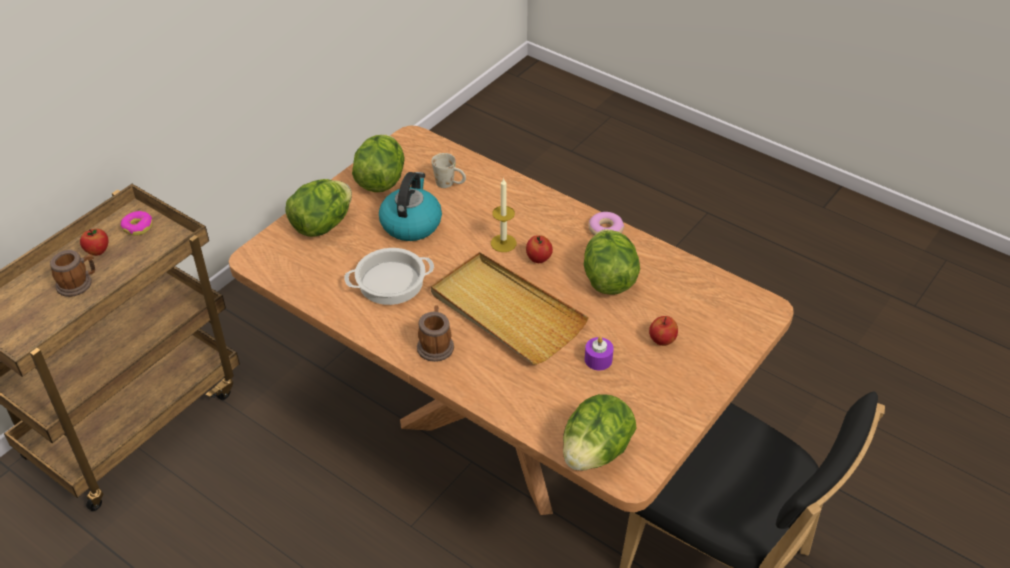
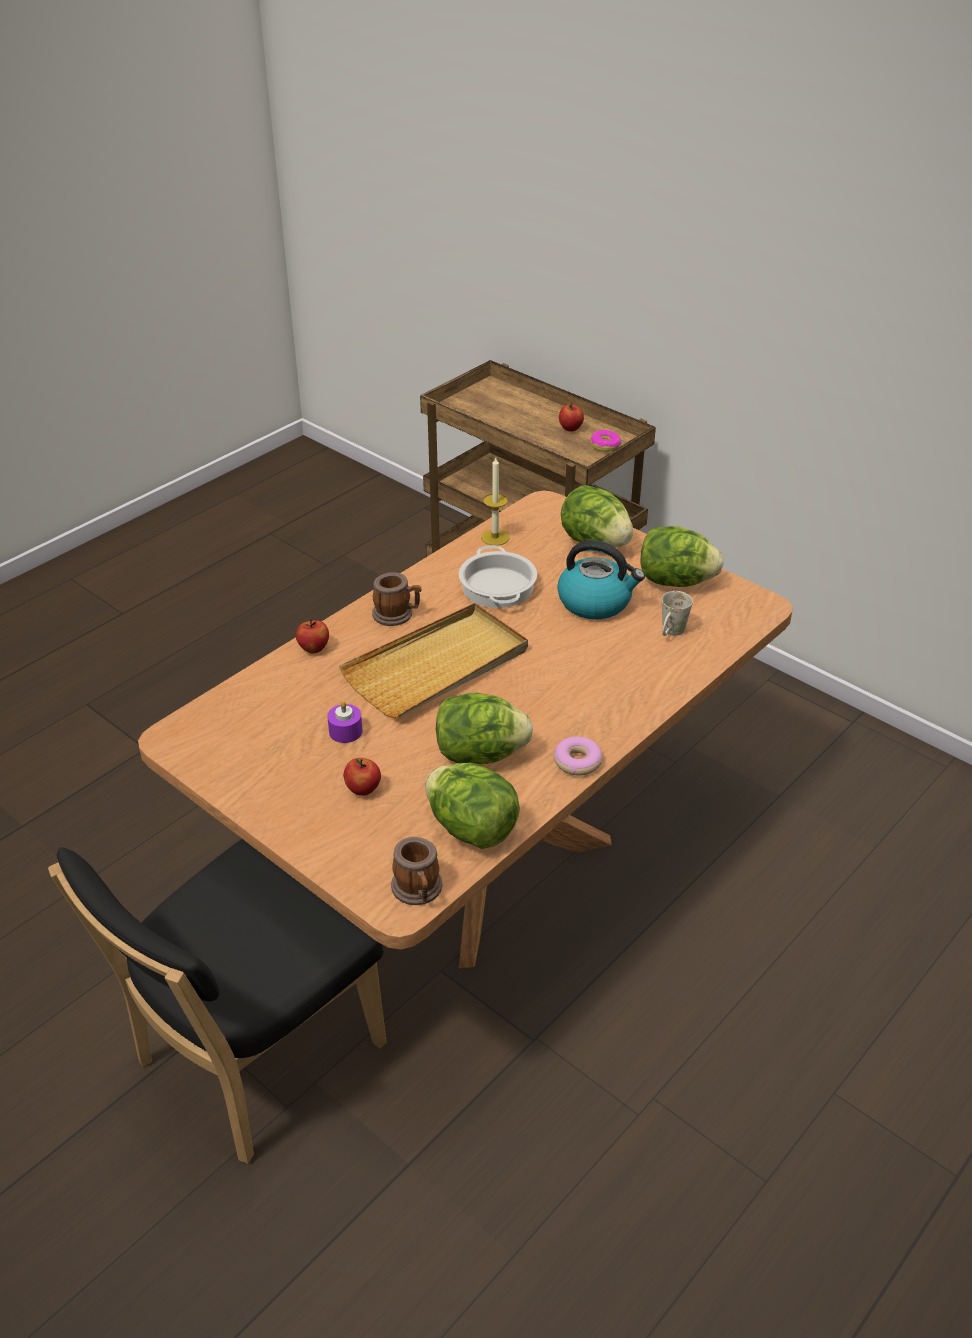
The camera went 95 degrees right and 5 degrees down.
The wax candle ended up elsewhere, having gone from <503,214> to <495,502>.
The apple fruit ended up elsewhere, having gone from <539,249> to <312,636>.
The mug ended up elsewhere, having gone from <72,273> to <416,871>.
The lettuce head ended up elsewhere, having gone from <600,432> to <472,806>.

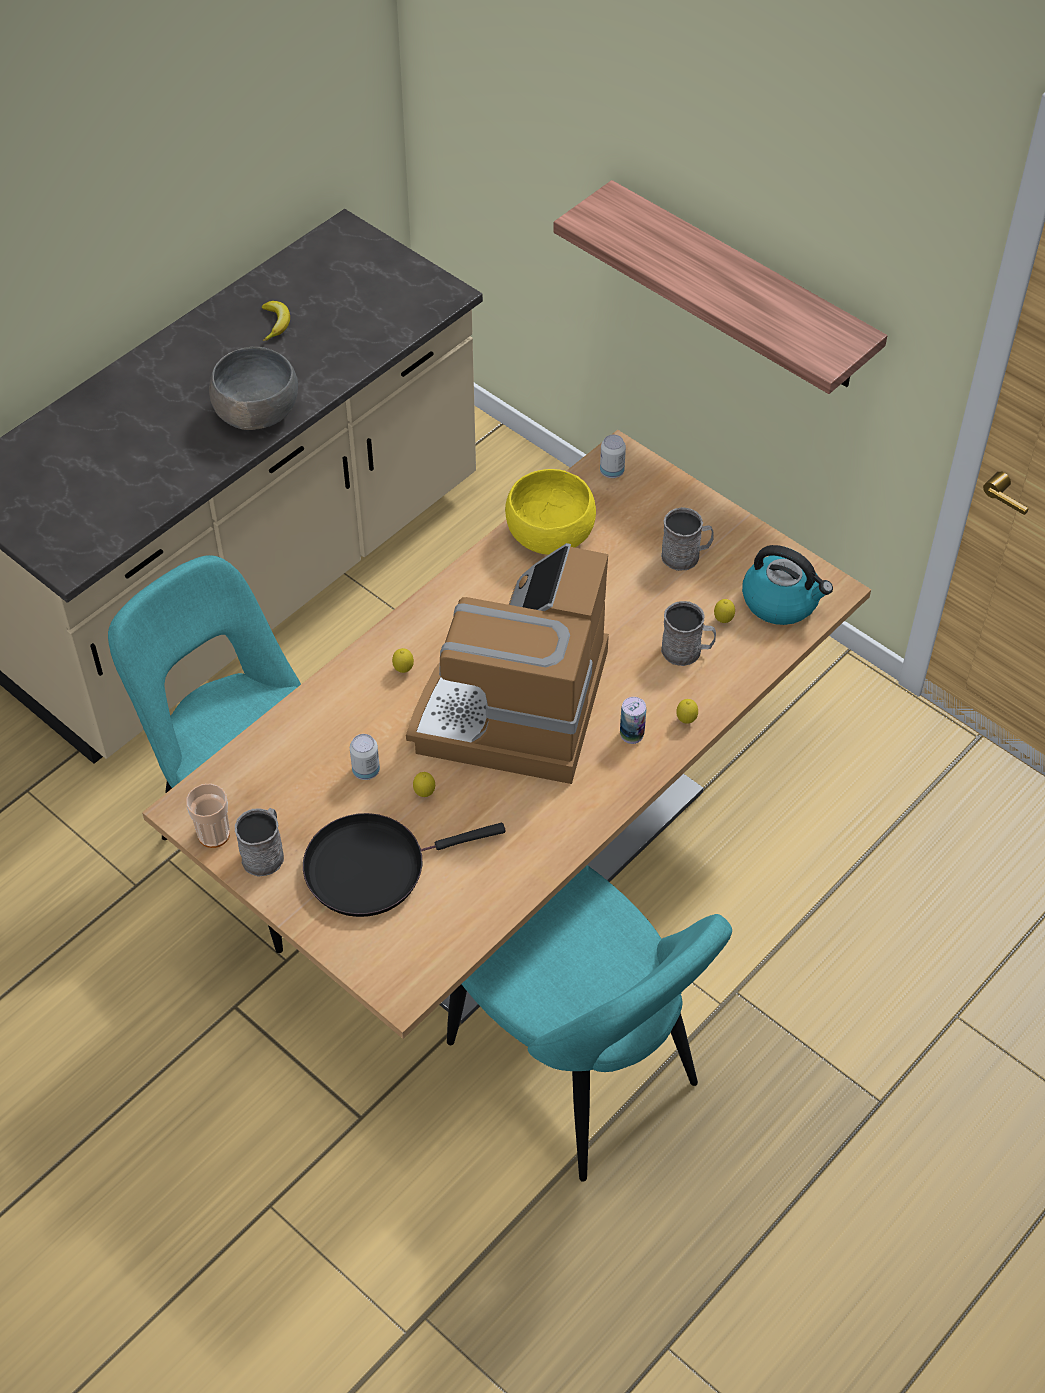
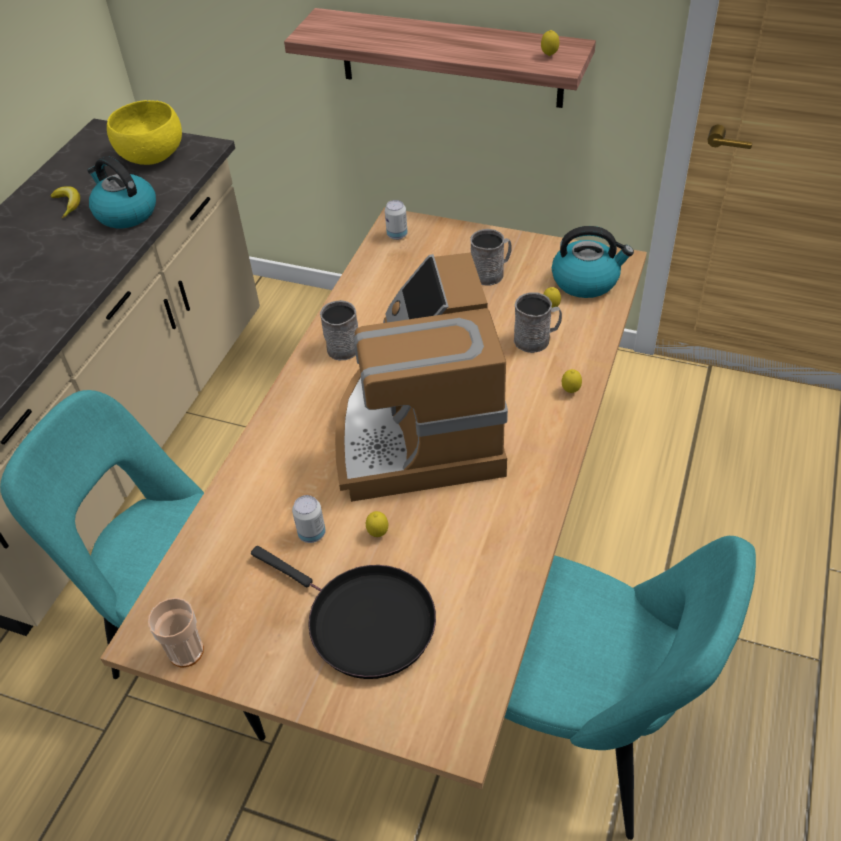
The camera went 20 degrees left and 5 degrees down.
The second view lost the grey serving bowl at <253,388>.
The yellow-coloured serving bowl ended up elsewhere, having gone from <550,512> to <144,132>.
The lemon ended up elsewhere, having gone from <403,660> to <550,43>.
The second view lost the metal can at <633,720>.
The grey mug ended up elsewhere, having gone from <259,842> to <339,330>.
The blackish skillet at <404,865> ended up facing another way, 105 degrees counterclockwise from before.
The second view gained the tea kettle at <121,192>.

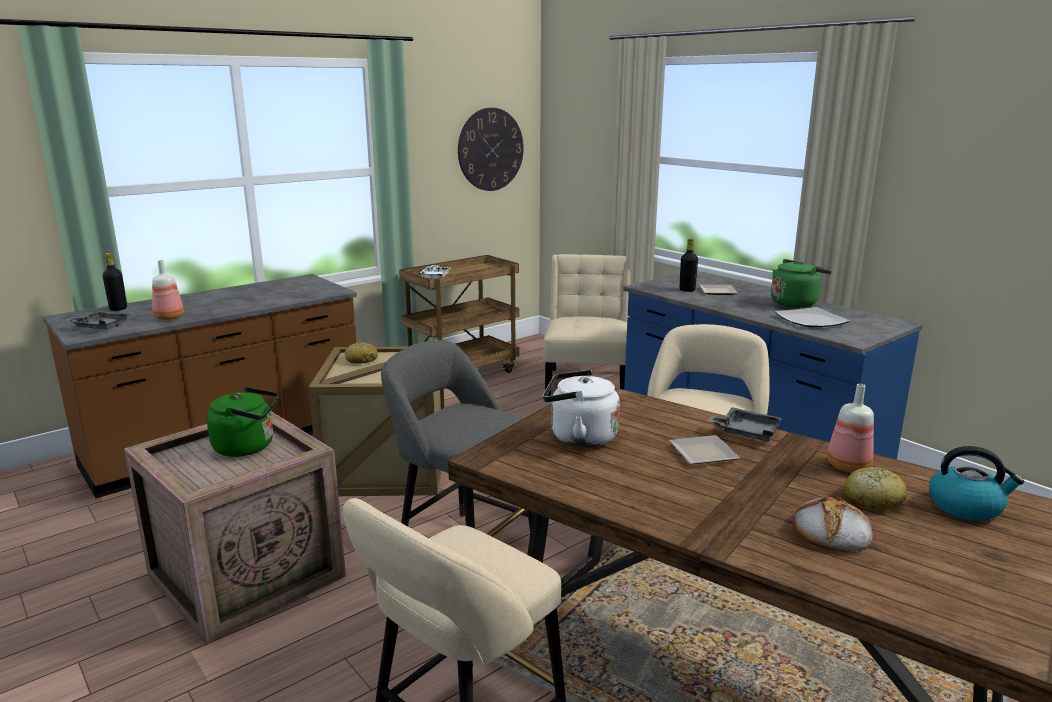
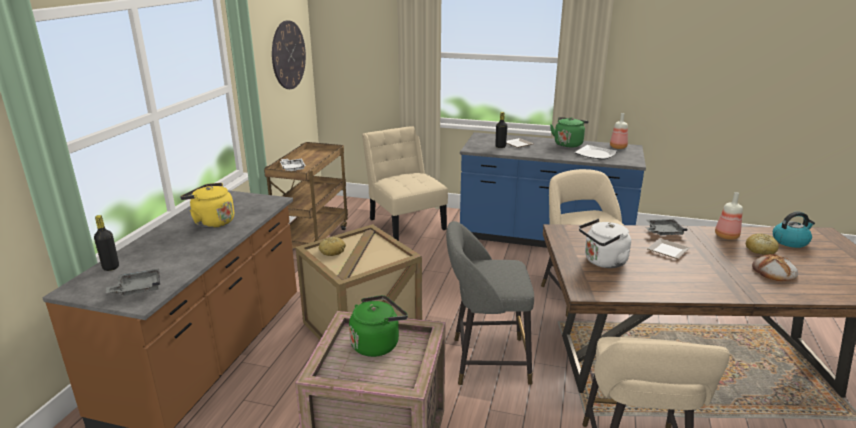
The camera went 35 degrees left and 5 degrees up.
The beverage bottle ended up elsewhere, having gone from <168,290> to <619,131>.
The second view gained the yellow-coloured tea kettle at <207,205>.

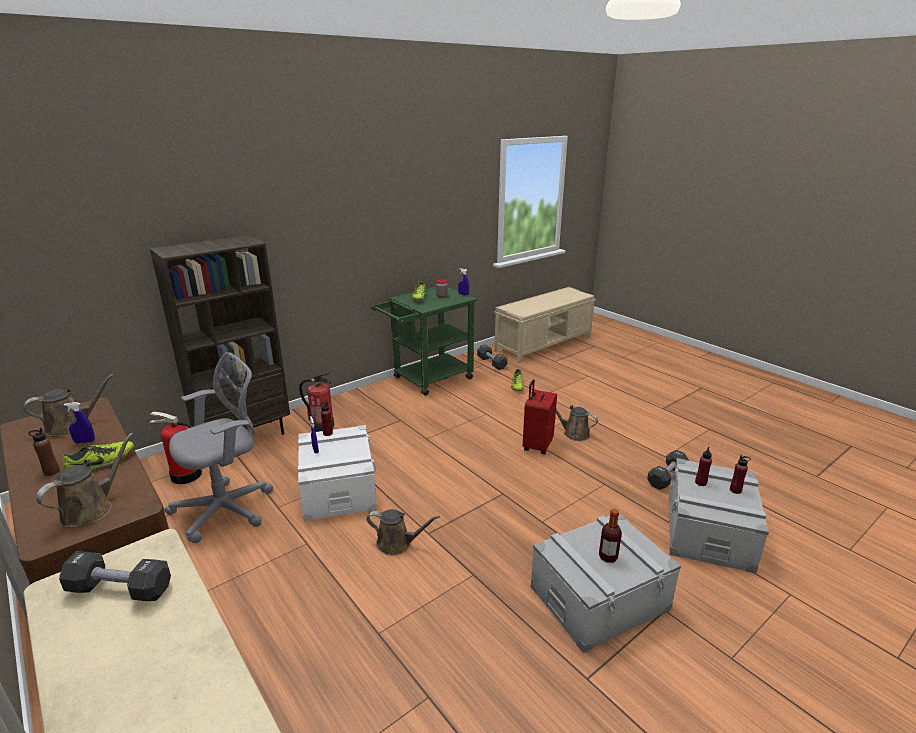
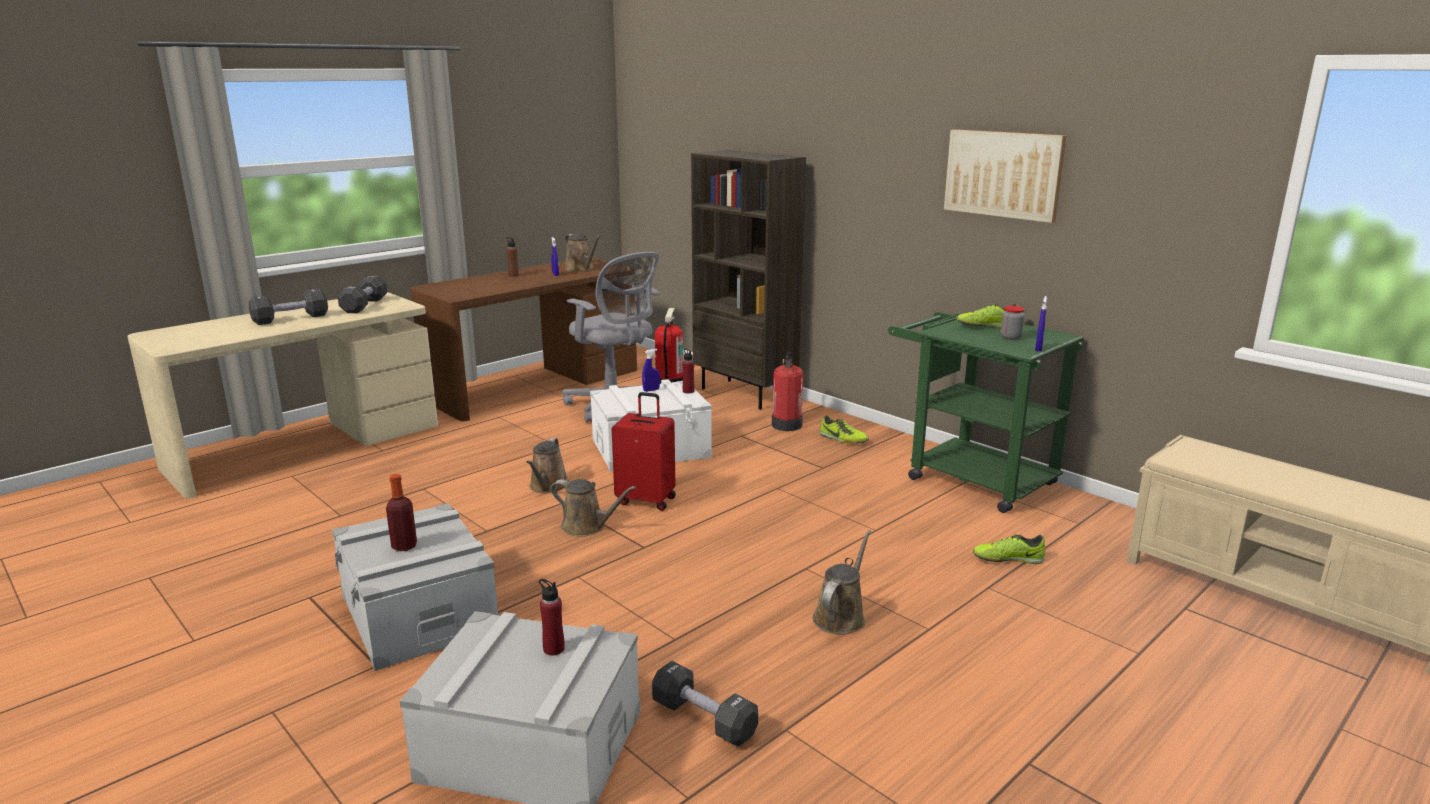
The camera went 85 degrees right and 5 degrees down.
The blackish free weight ended up elsewhere, having gone from <492,357> to <288,307>.
The red suitcase ended up elsewhere, having gone from <539,417> to <644,451>.
The brown-coloured sprinkling can ended up elsewhere, having gone from <84,480> to <593,508>.
The low shoe ended up elsewhere, having gone from <98,456> to <844,429>.
The second view lost the red beverage bottle at <740,474>.
The second view gained the wall art at <1005,176>.

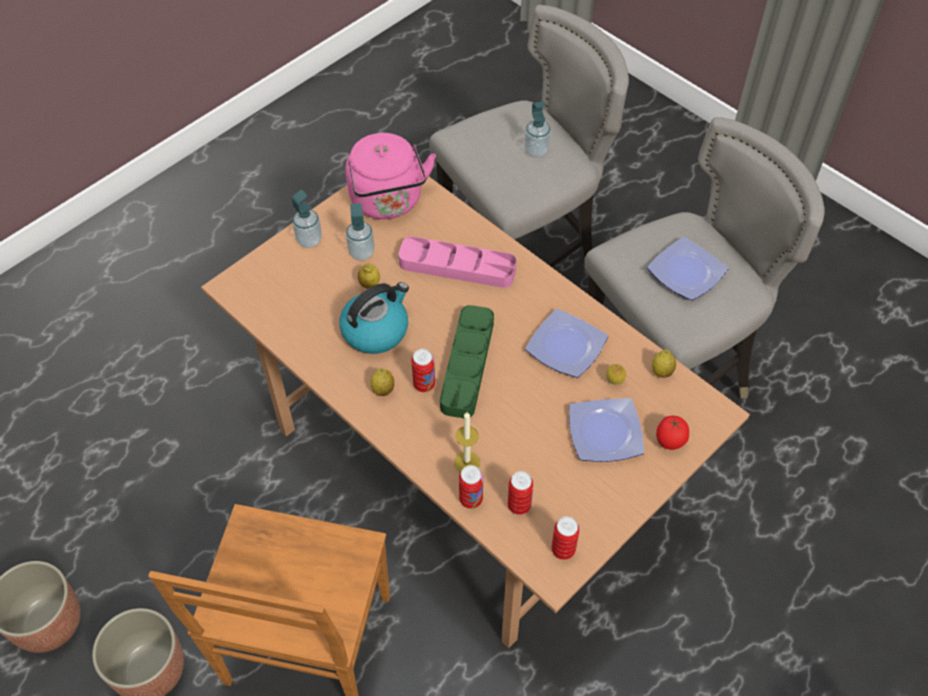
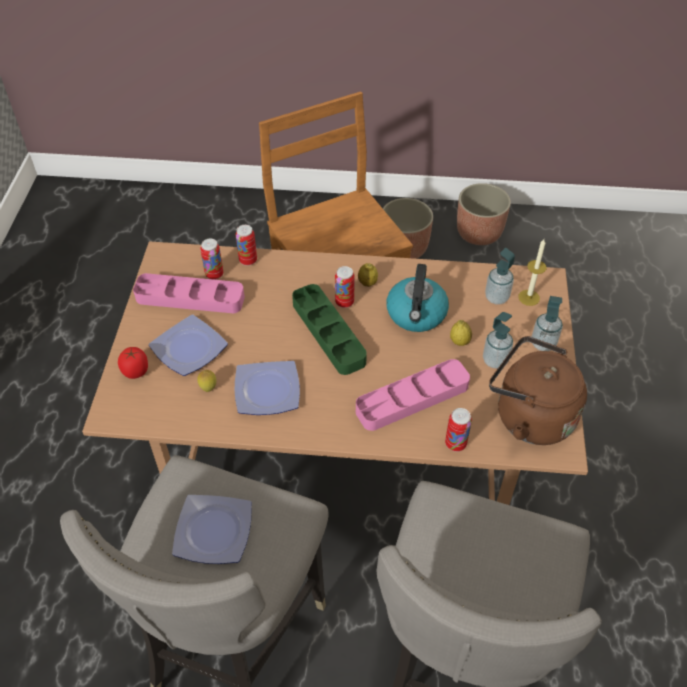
The camera went 140 degrees right and 5 degrees down.
The soap bottle ended up elsewhere, having gone from <537,129> to <500,276>.
What was the pink-coloured tea kettle at <391,176> turned into the brown-coloured tea kettle at <538,390>.
The second view lost the lemon at <664,363>.
The wax candle ended up elsewhere, having gone from <467,442> to <532,272>.
The metal can ended up elsewhere, having gone from <565,538> to <458,430>.
The second view gained the pink-coloured carrying tray at <189,293>.

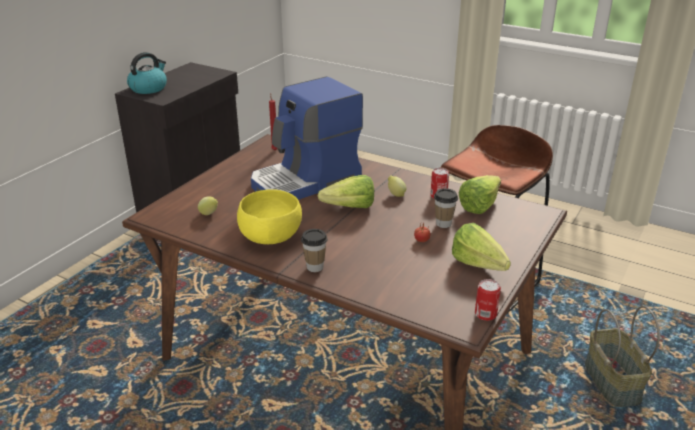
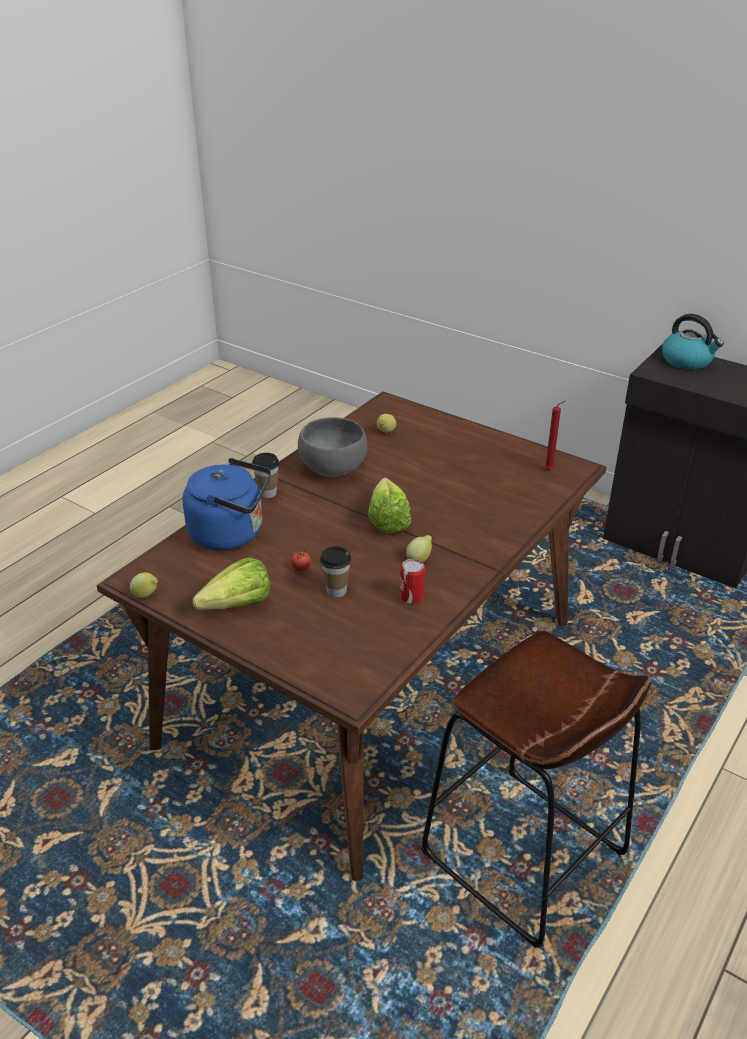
The camera went 95 degrees right and 5 degrees up.
The second view lost the coffee maker at <307,138>.
The second view lost the lettuce head at <480,194>.
What was the yellow-coloured serving bowl at <269,216> turned into the grey serving bowl at <332,447>.
Where the metal can stood at <488,300>, the lemon came to stand at <144,585>.
The second view lost the basket at <622,356>.
The second view gained the bluish tea kettle at <227,504>.

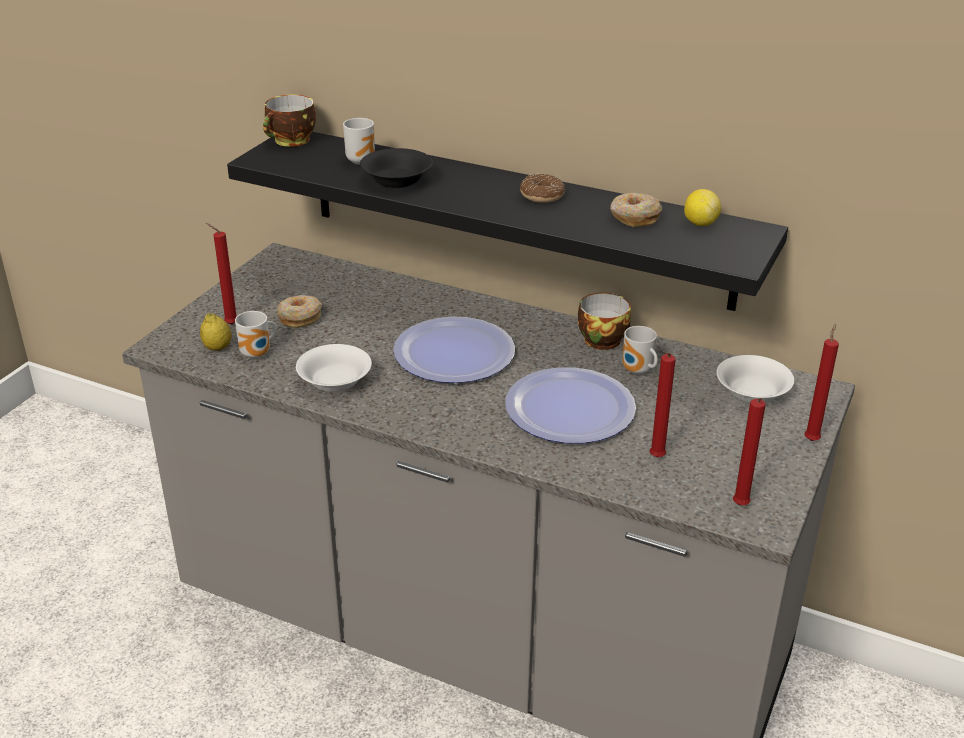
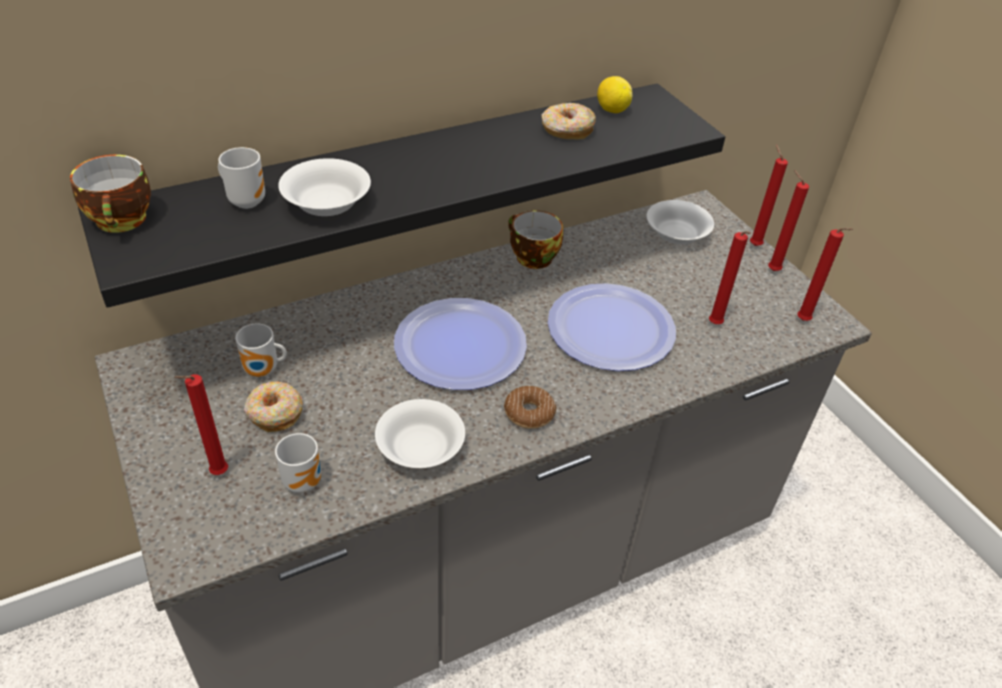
The camera went 55 degrees left and 10 degrees up.
What was the blackish serving bowl at <396,168> turned into the white-coloured serving bowl at <324,187>.
The doughnut ended up elsewhere, having gone from <542,188> to <530,407>.
The second view lost the lemon at <216,332>.
The mug ended up elsewhere, having gone from <640,350> to <261,350>.
The second view gained the red wax candle at <788,220>.

